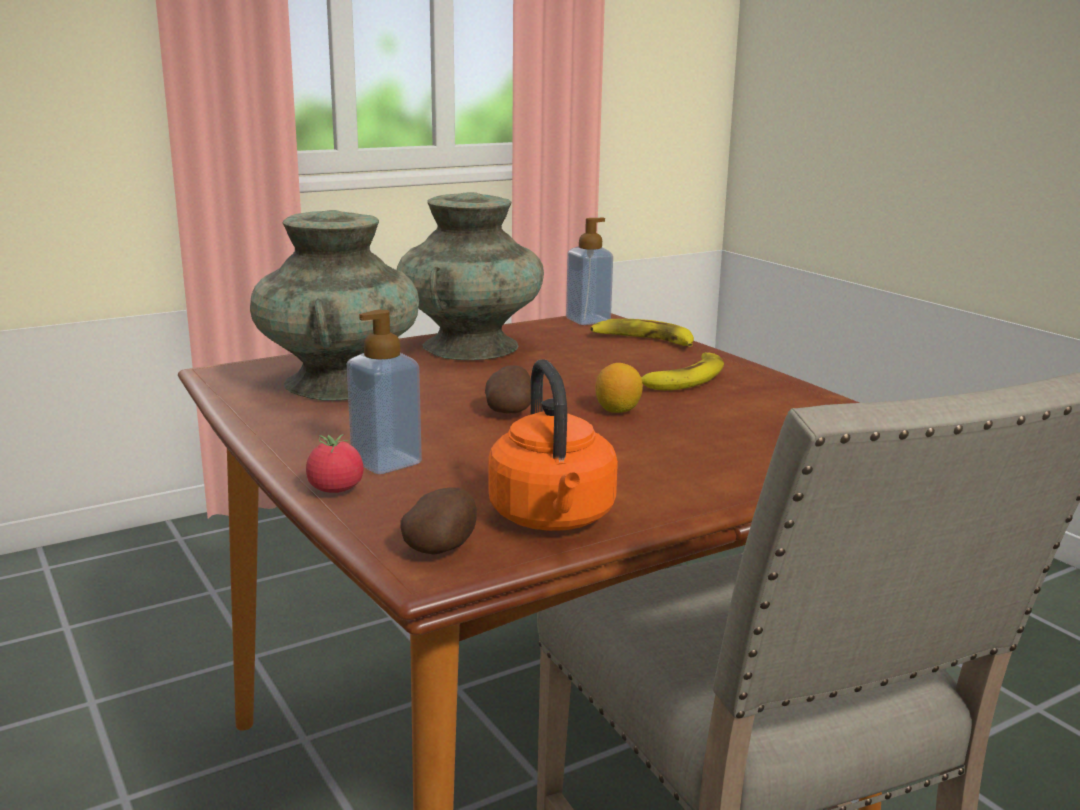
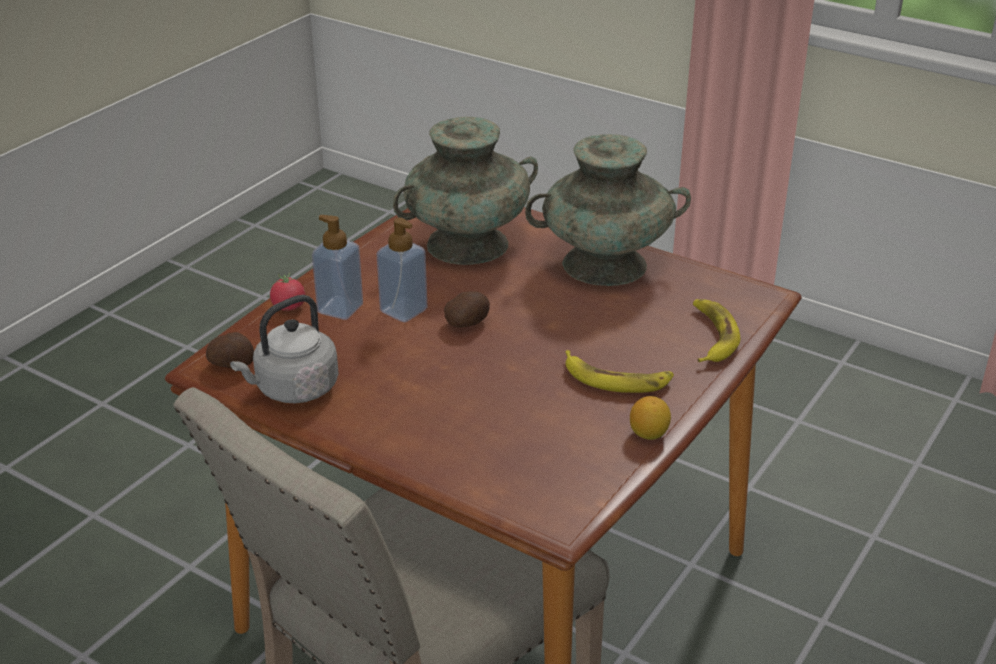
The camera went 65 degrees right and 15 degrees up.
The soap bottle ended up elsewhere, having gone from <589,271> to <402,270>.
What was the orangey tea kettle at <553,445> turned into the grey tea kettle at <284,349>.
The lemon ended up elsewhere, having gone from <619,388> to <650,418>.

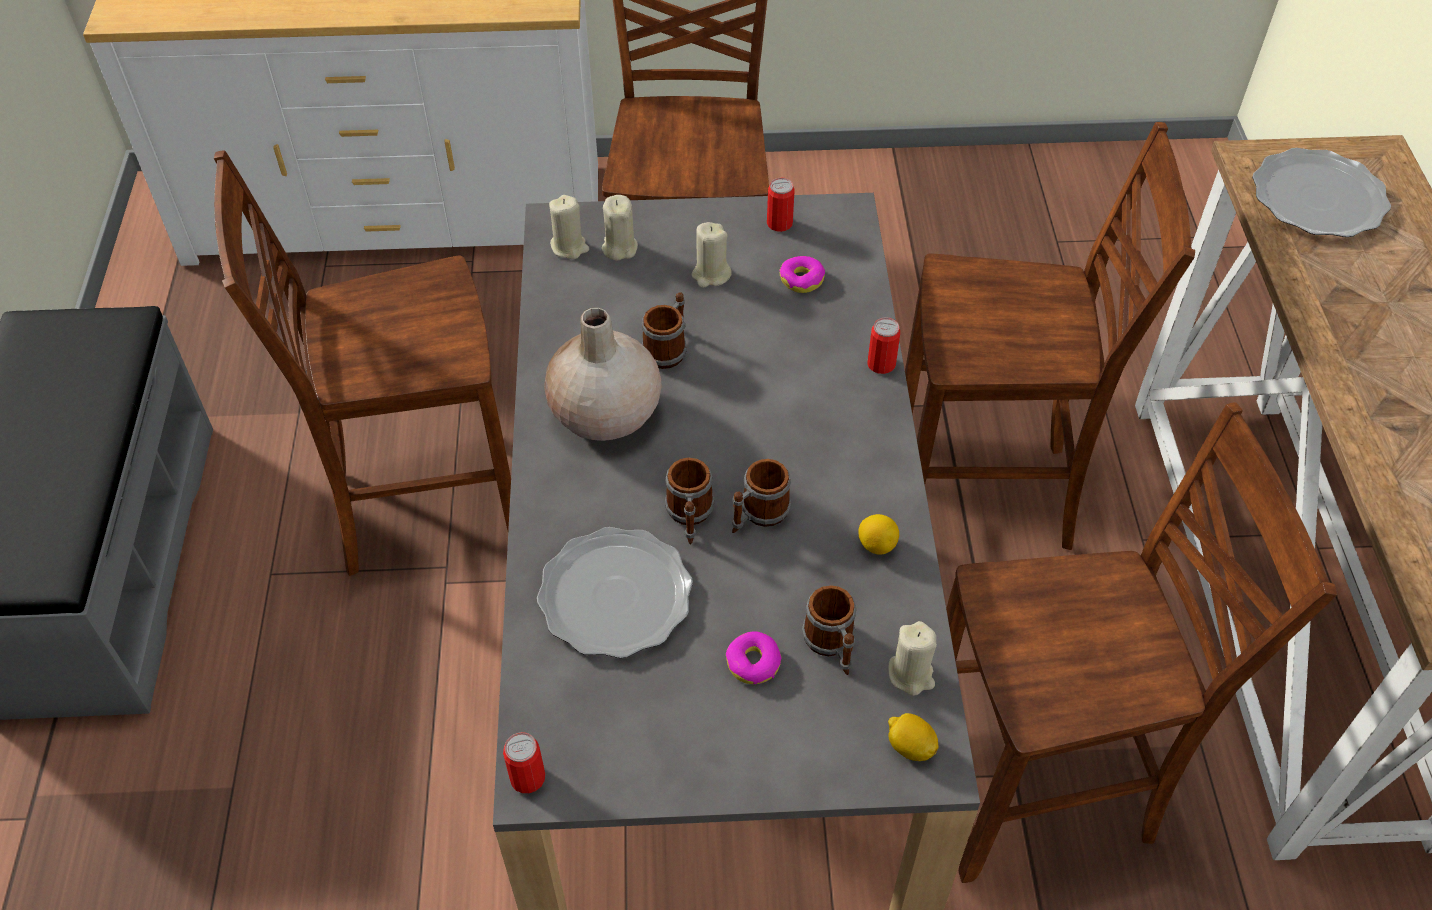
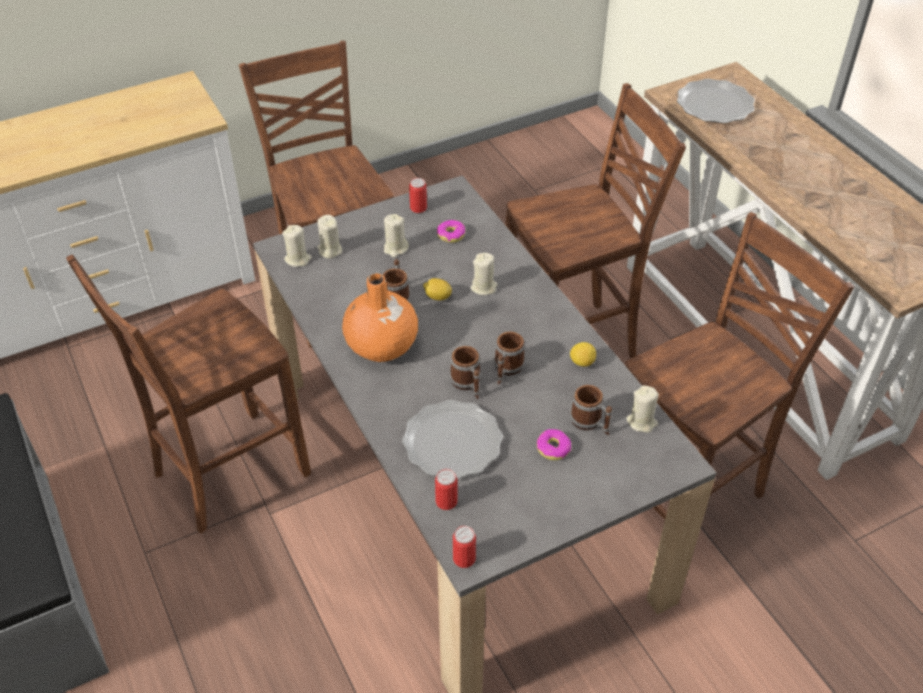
The camera went 25 degrees left and 5 degrees down.
What was the beige-coloured decorative vase at <603,374> turned into the orangey decorative vase at <380,318>.
The metal can ended up elsewhere, having gone from <883,345> to <446,489>.
The lemon ended up elsewhere, having gone from <913,737> to <437,289>.
The second view gained the beige-coloured wax candle at <484,274>.

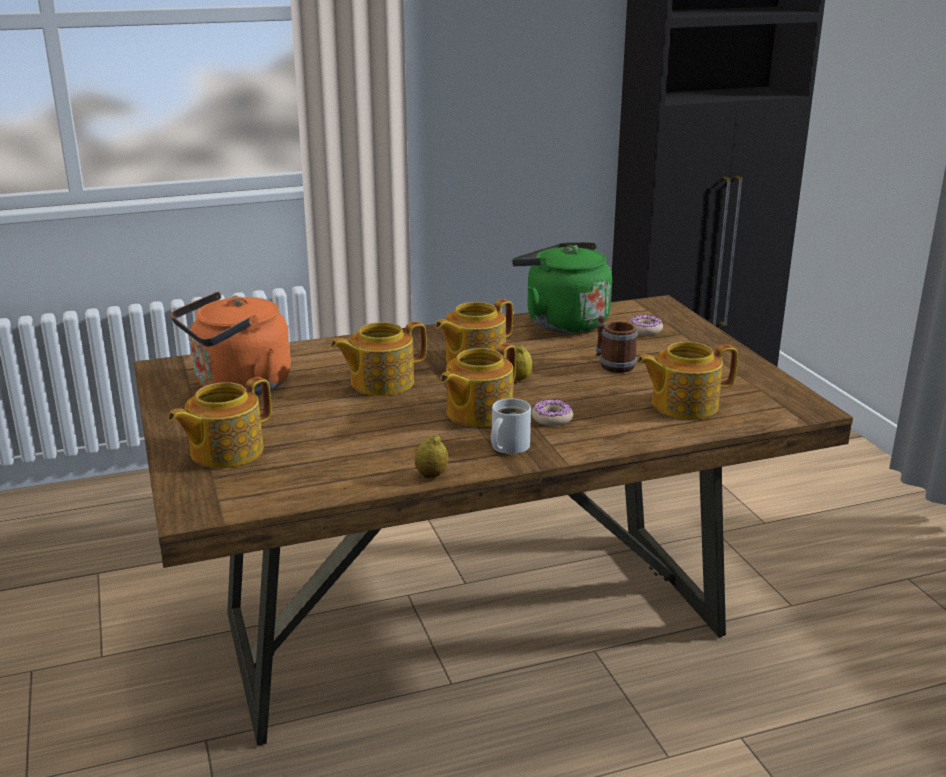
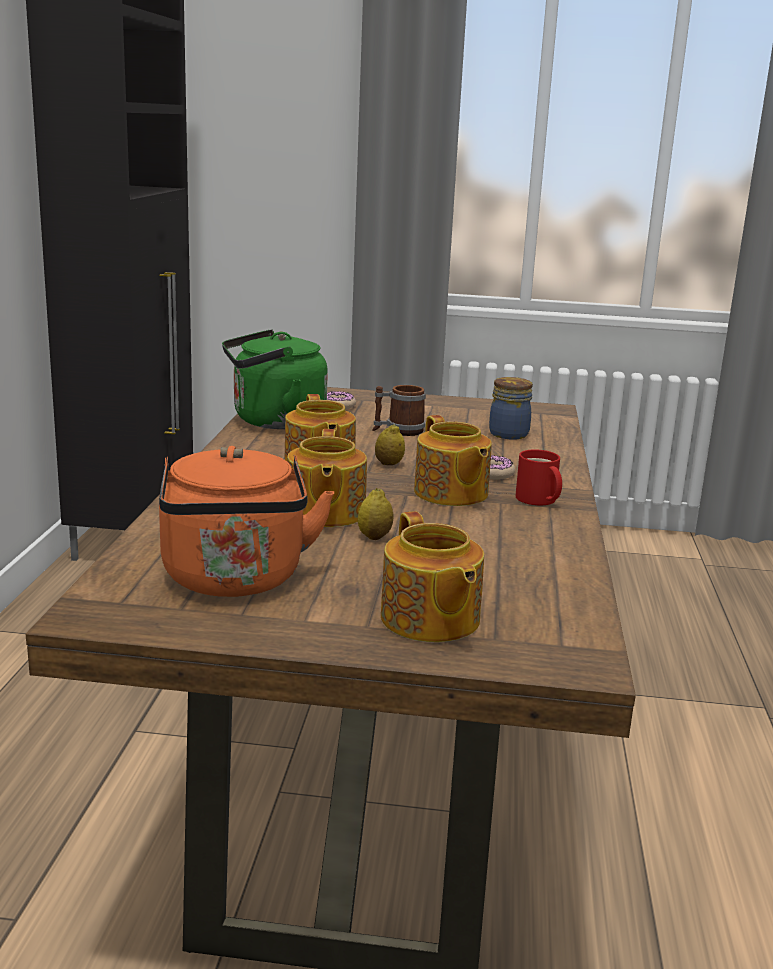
The camera went 65 degrees left and 5 degrees down.
Where the teapot stood at <687,380>, the storage jar came to stand at <511,408>.
What was the white-coloured mug at <511,426> turned into the red mug at <538,477>.
The lemon ended up elsewhere, having gone from <431,456> to <376,514>.

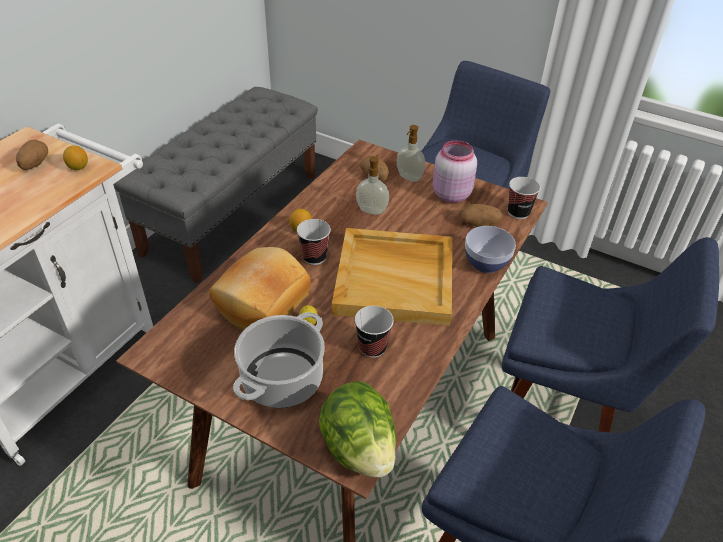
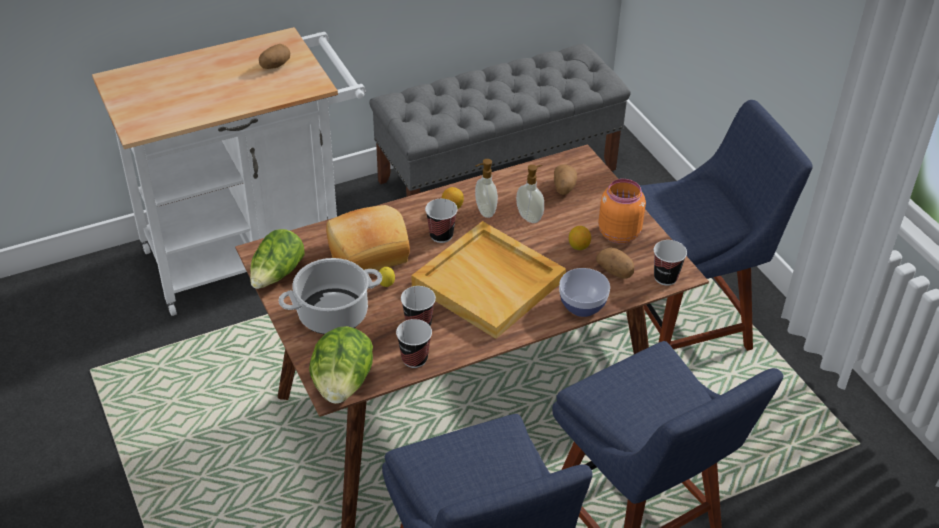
The camera went 35 degrees right and 0 degrees up.
The soap bottle ended up elsewhere, having gone from <411,153> to <486,188>.
What was the pink-coloured storage jar at <455,172> turned into the orangey storage jar at <622,211>.
The lemon ended up elsewhere, having gone from <75,157> to <580,238>.
The second view gained the lettuce head at <277,259>.
The second view gained the cup at <414,343>.

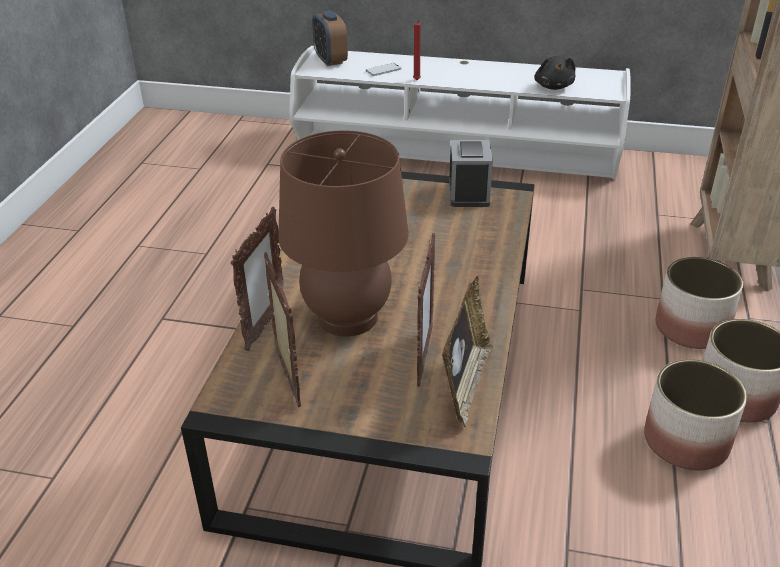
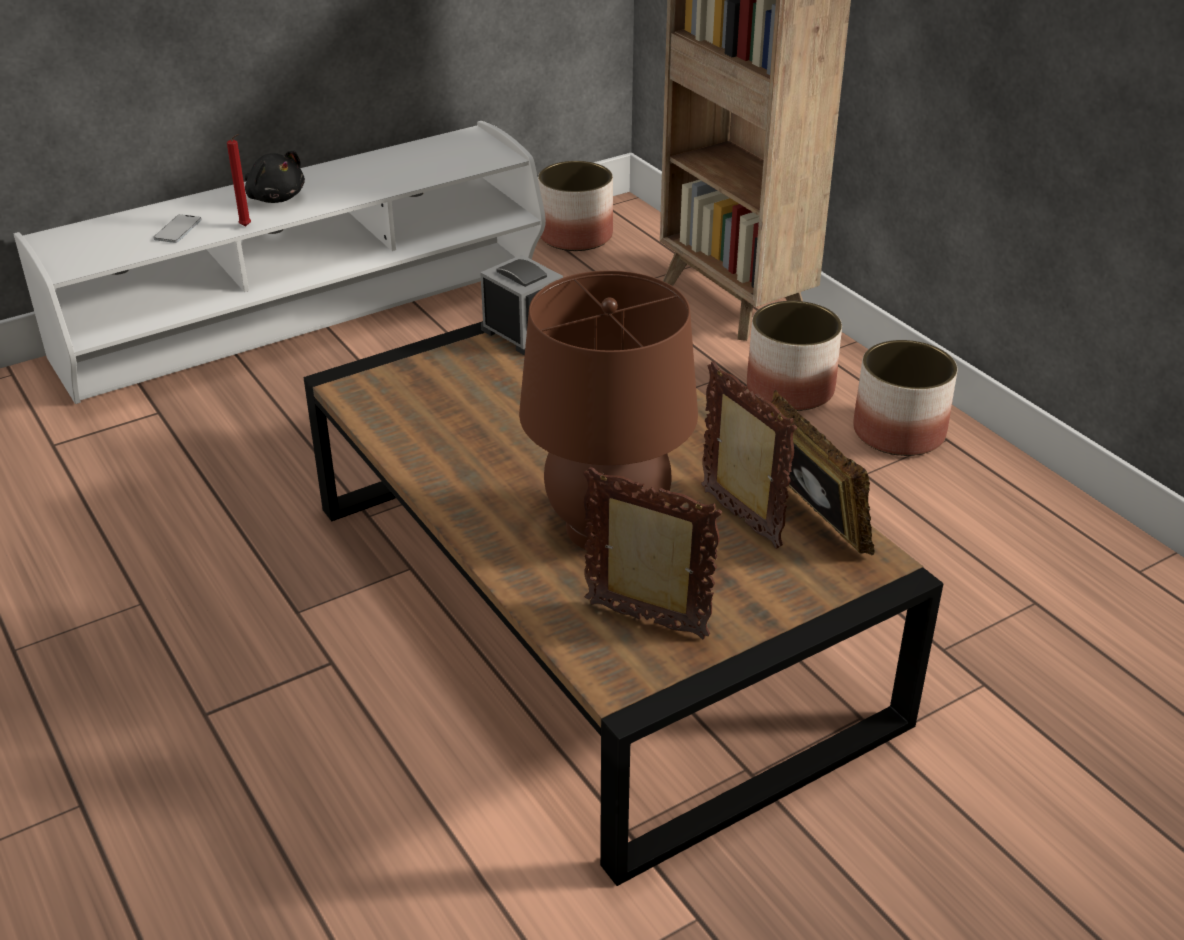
The camera went 45 degrees left and 0 degrees up.
The second view lost the table clock at <330,38>.
The blackish cuddly toy ended up elsewhere, having gone from <555,73> to <275,177>.
The second view lost the standing frame at <257,279>.
The plant pot ended up elsewhere, having gone from <695,414> to <575,206>.

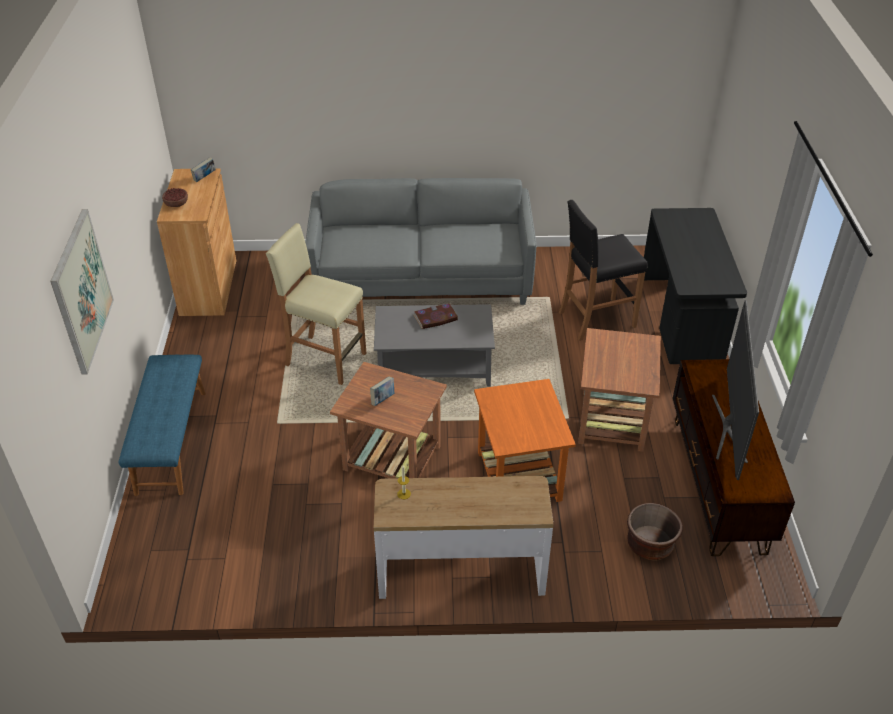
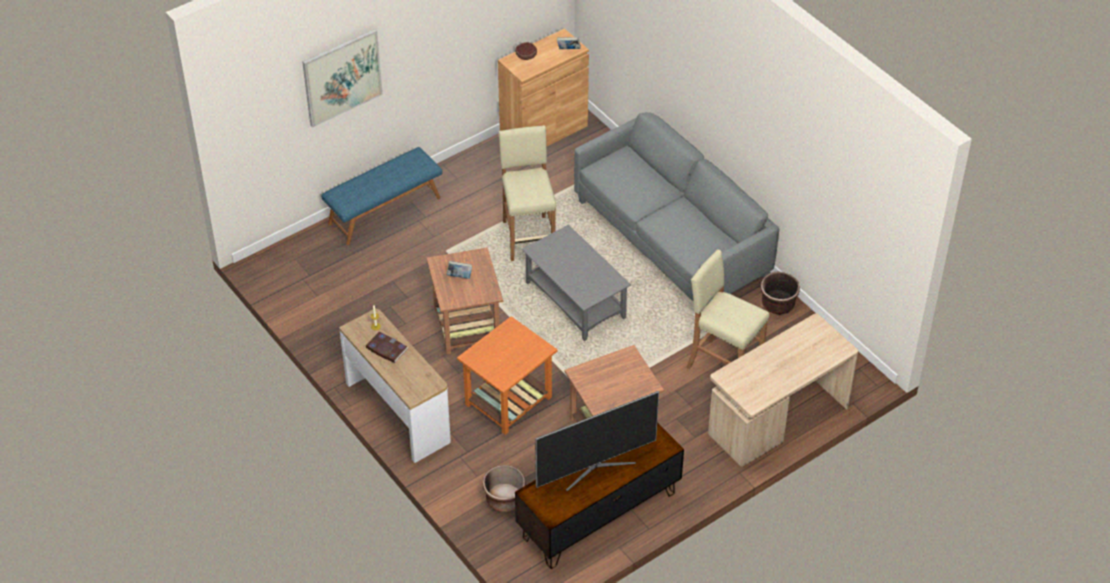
The camera went 55 degrees right and 5 degrees up.
What was the blackish sitting stool at <603,270> turned into the beige-coloured sitting stool at <728,309>.
What was the blackish desk unit at <695,286> turned into the beige-coloured desk unit at <783,390>.
The volume ended up elsewhere, having gone from <436,316> to <387,347>.
The second view gained the brown-coloured plant pot at <780,293>.

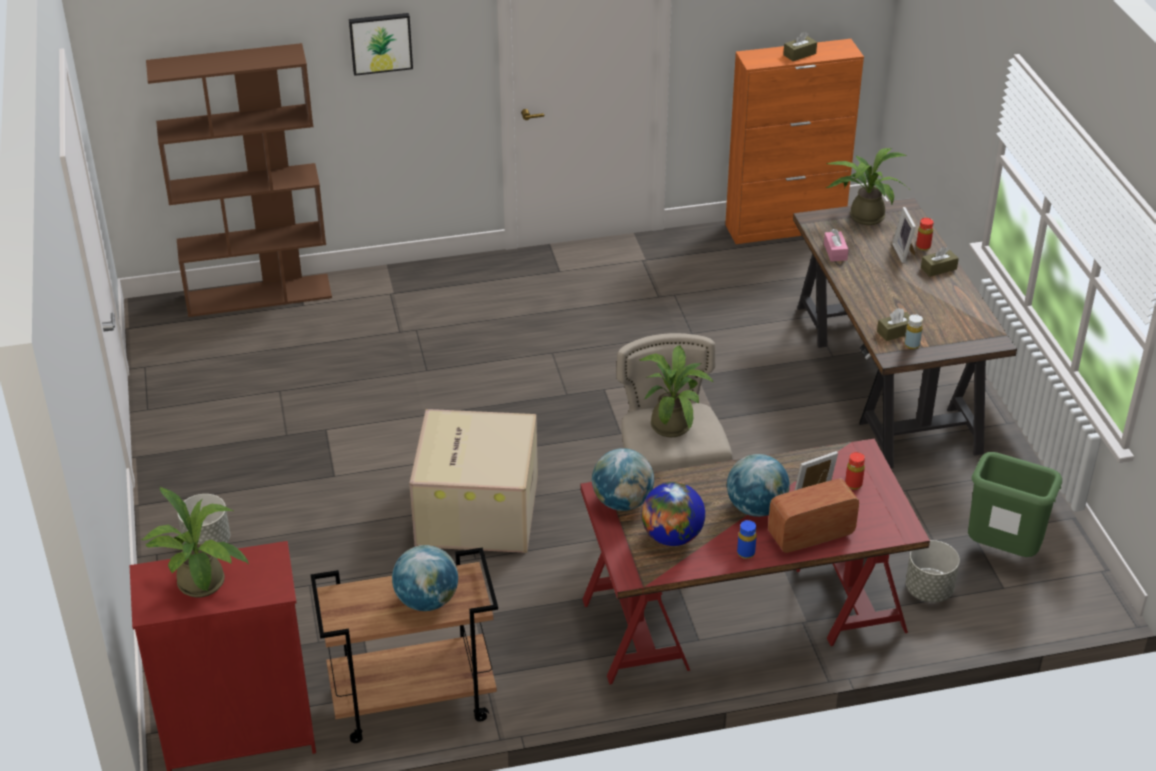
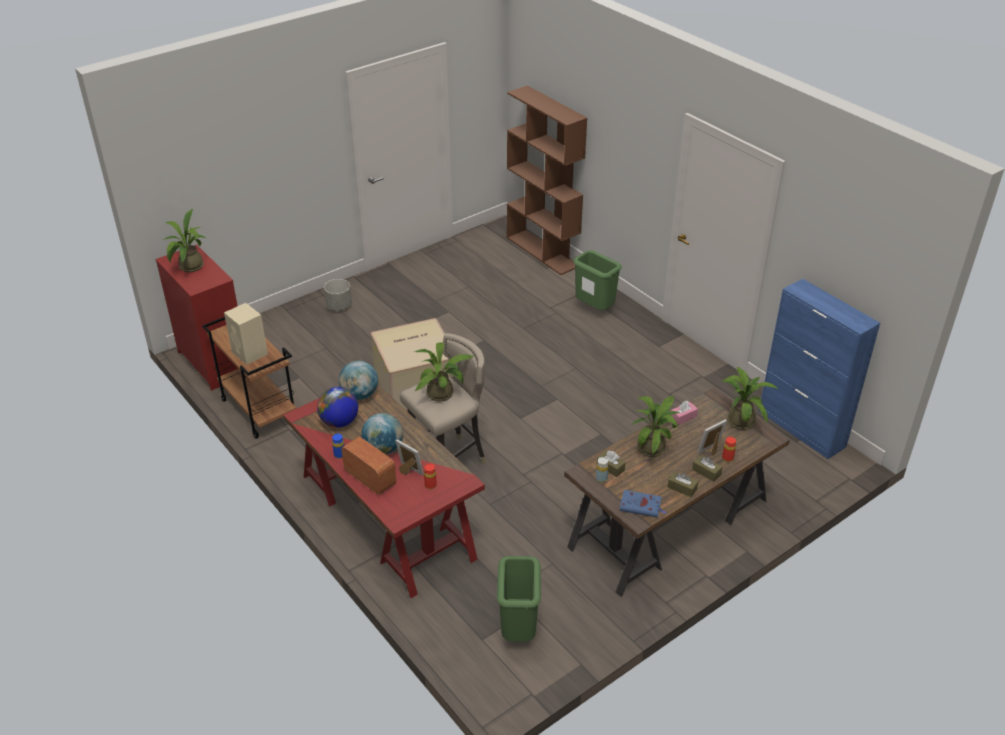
The camera went 65 degrees right and 0 degrees up.
The second view lost the wall art at <381,44>.
The brown-coloured tissue holder ended up elsewhere, having gone from <800,46> to <683,484>.
What was the orangey storage cabinet at <794,141> turned into the bluish storage cabinet at <819,369>.
The second view lost the grey plant pot at <933,571>.
Where the desk globe stood at <425,578>, the beige-coloured loudspeaker came to stand at <246,334>.
The second view gained the green-coloured rubbish bin at <597,280>.
The second view gained the houseplant at <655,426>.
The second view gained the bluish volume at <643,504>.

